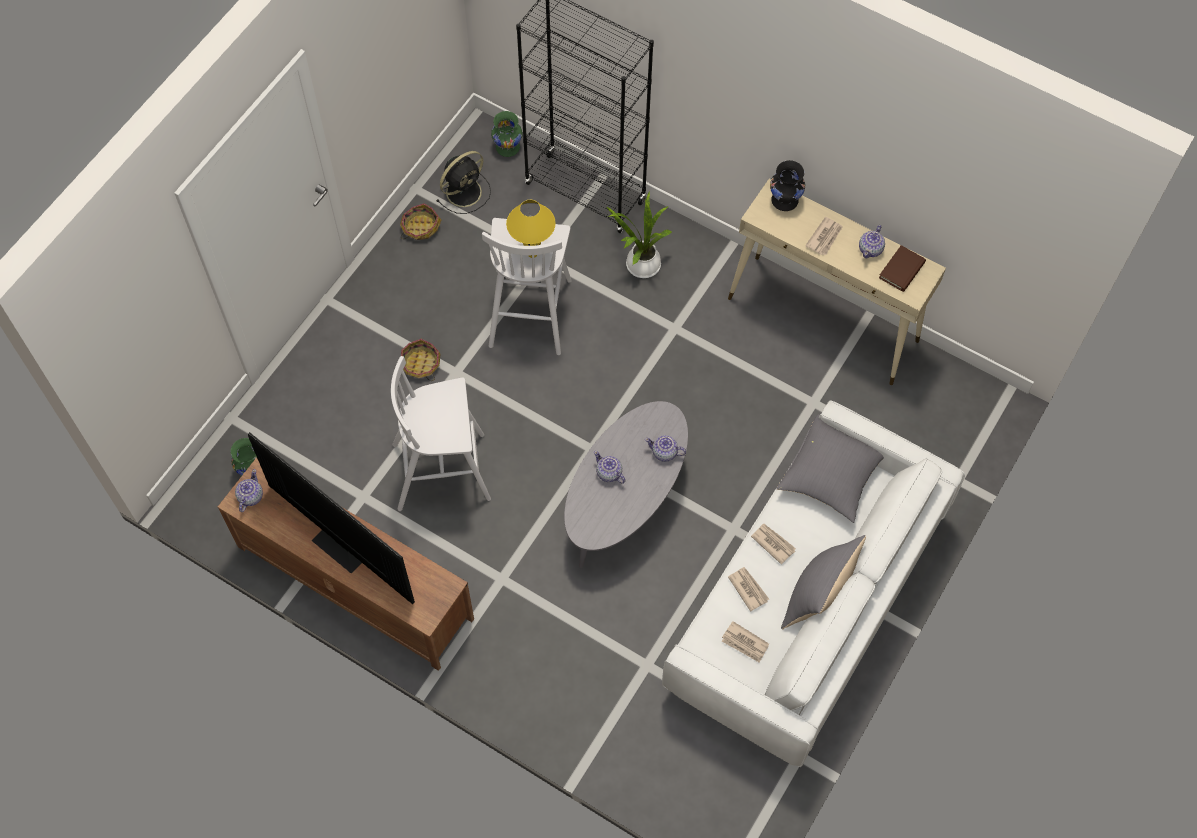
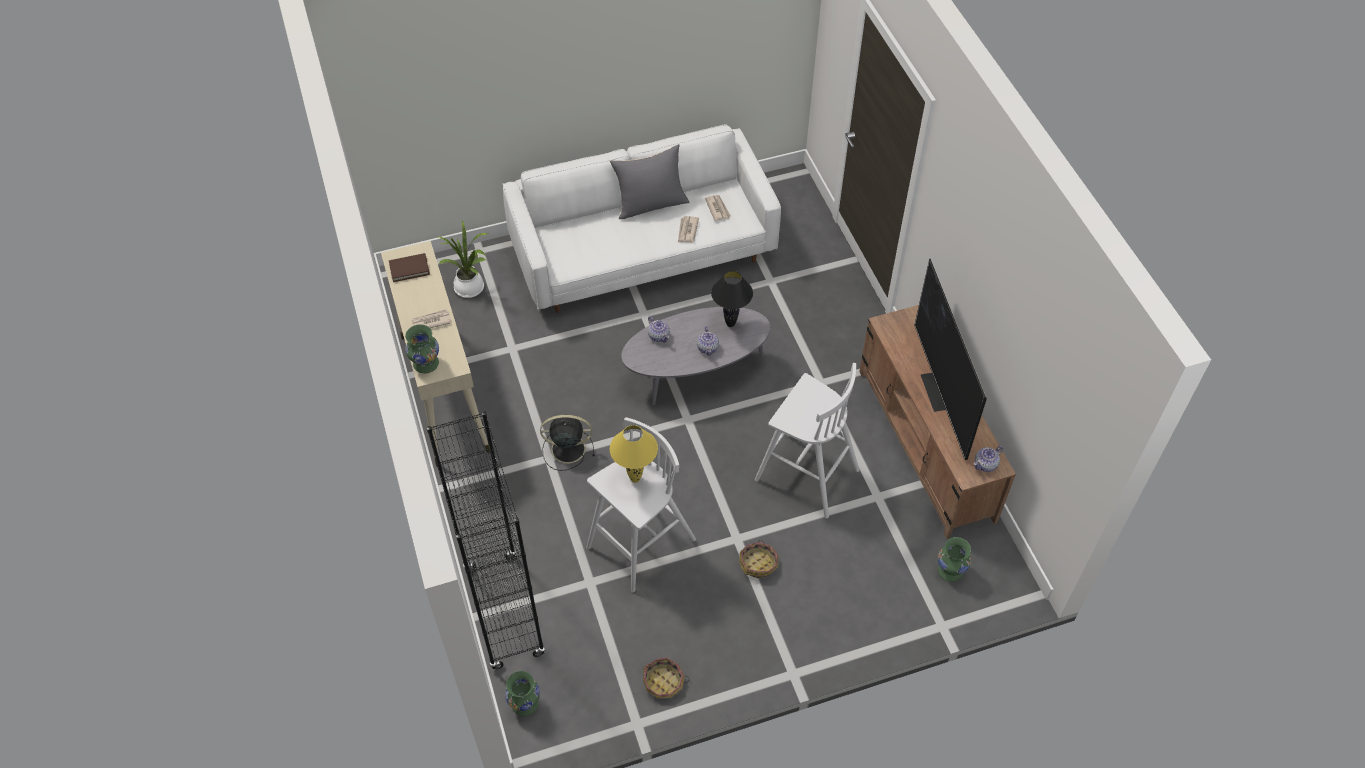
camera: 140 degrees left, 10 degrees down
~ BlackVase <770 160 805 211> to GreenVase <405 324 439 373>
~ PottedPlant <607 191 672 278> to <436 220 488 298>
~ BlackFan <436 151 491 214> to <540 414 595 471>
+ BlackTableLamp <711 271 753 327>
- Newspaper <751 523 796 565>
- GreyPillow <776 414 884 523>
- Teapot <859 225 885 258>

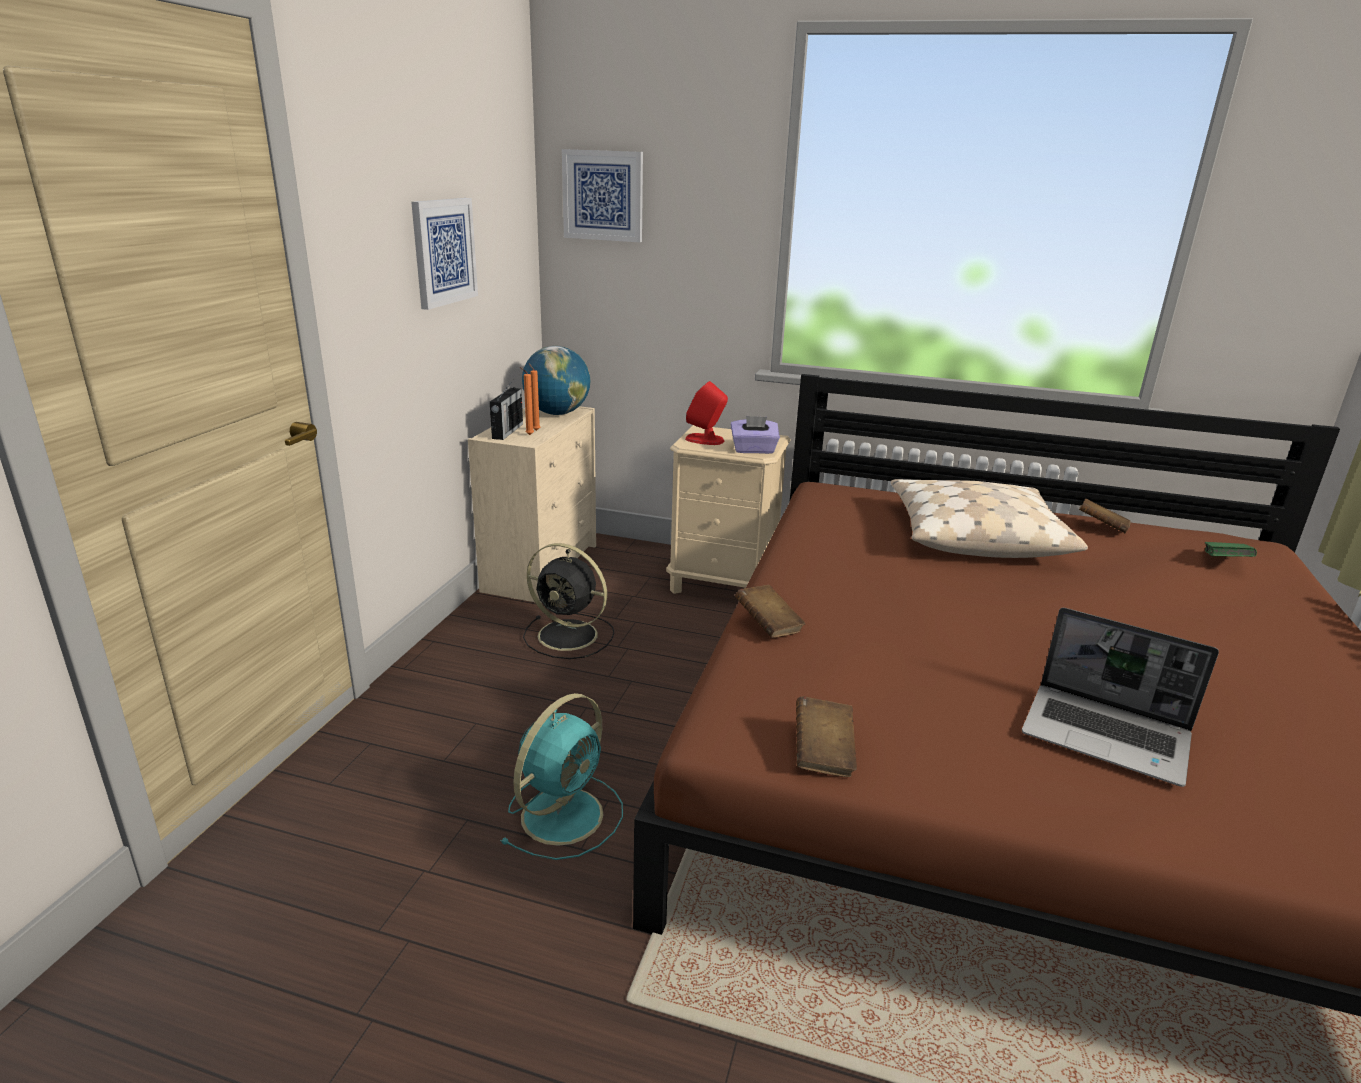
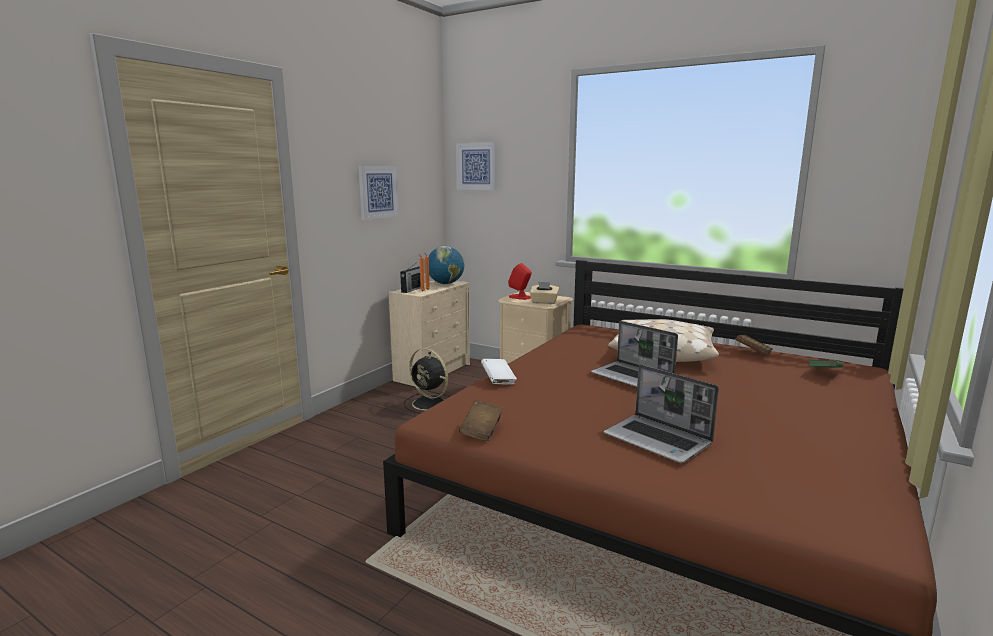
camera: 15 degrees right, 10 degrees down
~ BrownBook <735 585 805 638> to WhiteBook <481 359 517 385>
~ PurpleTissueBox <731 416 780 454> to BeigeTissueBox <530 281 559 304>
+ Laptop <591 321 678 387>
- TurquoiseFan <500 693 623 860>

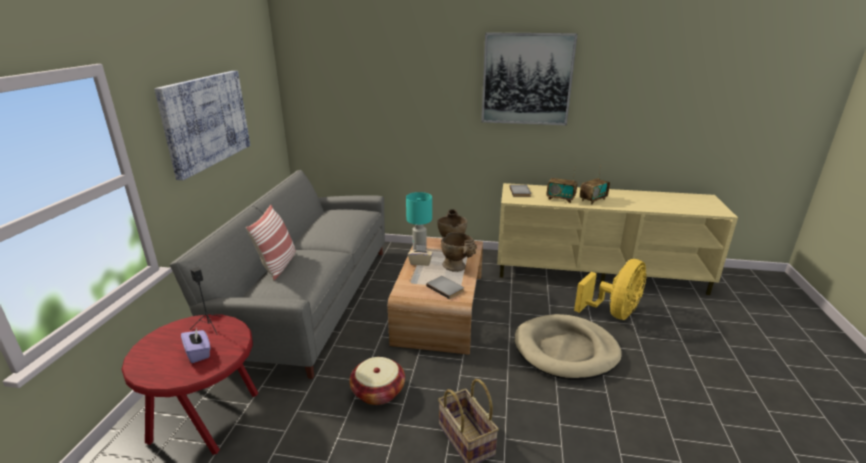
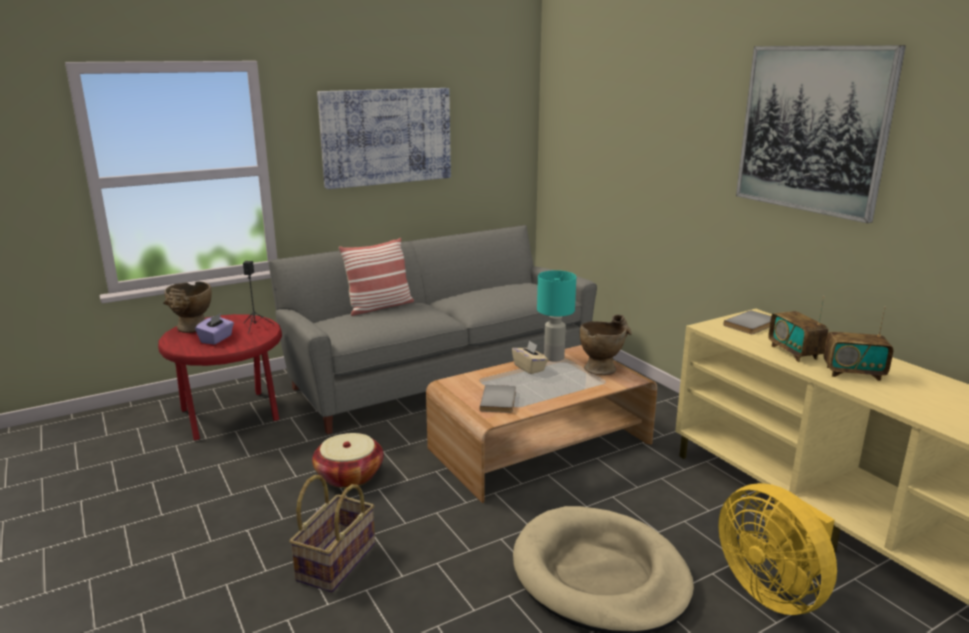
camera: 50 degrees right, 5 degrees down
~ BeigeVase <441 232 477 272> to <163 281 212 333>
~ YellowFan <574 259 647 320> = <719 483 837 615> 60 degrees clockwise

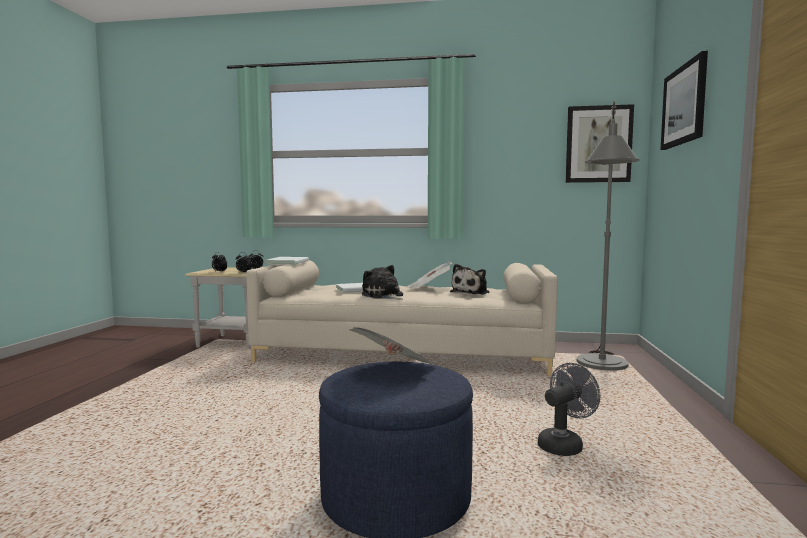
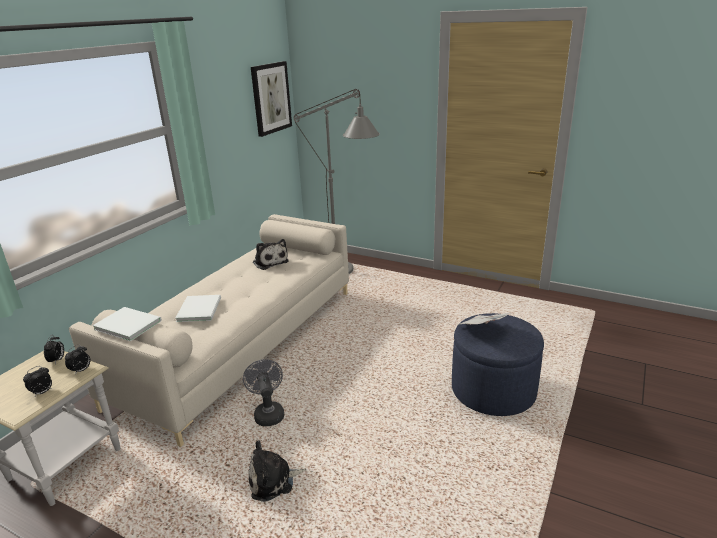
camera: 70 degrees left, 20 degrees up
~ GreyFan <538 363 600 456> to <243 359 284 426>
~ PlushToy <362 265 403 300> to <248 440 306 502>
- Newspaper <407 262 453 288>
- Picture <660 51 708 150>

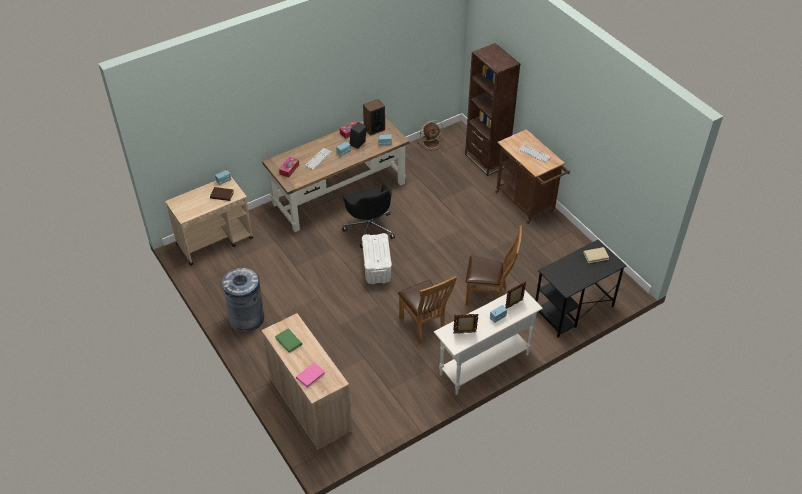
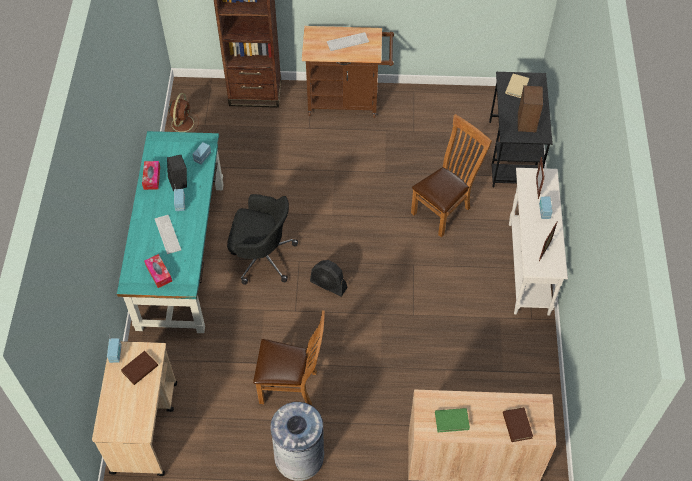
camera: 55 degrees left, 10 degrees up
~ BrownDesk <262 117 409 232> to TurquoiseDesk <117 131 224 333>
~ BrownChair <398 276 457 343> to <253 311 325 405>
~ WhiteStorageBox <362 233 392 284> to BlackFan <310 260 348 297>
~ PinkBook <296 362 326 388> to BrownBook <503 407 533 442>
~ Speaker <363 99 385 136> to <518 85 543 133>

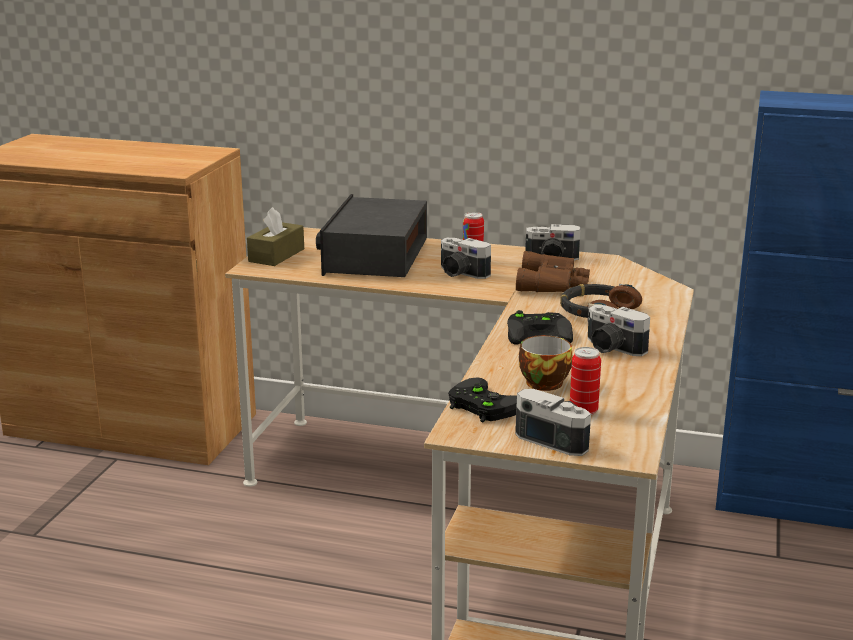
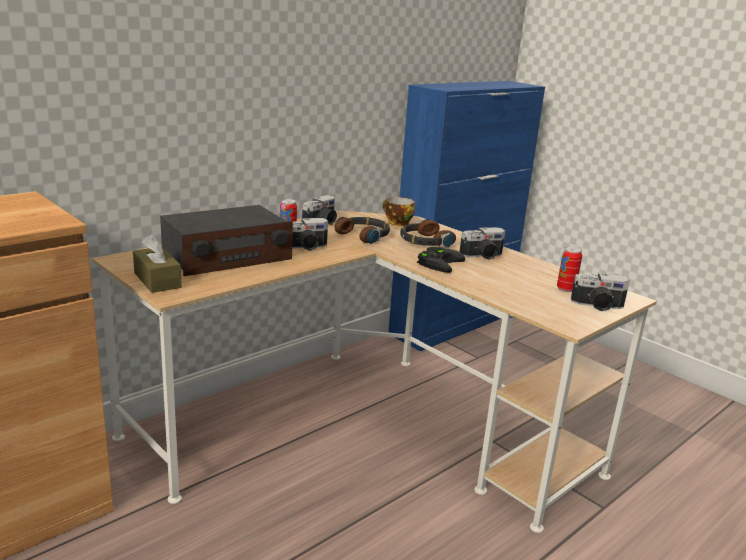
camera: 60 degrees left, 0 degrees up
~ Radio <316 194 427 277> = <160 205 293 276> 75 degrees counterclockwise
~ BrownBinoculars <516 251 590 292> to Headphones <334 217 390 244>
~ Cup <519 335 573 391> to <383 197 415 226>
~ PhotoCamera <515 389 591 456> = <571 273 630 311> 150 degrees counterclockwise
- BlackGameController <448 378 517 423>

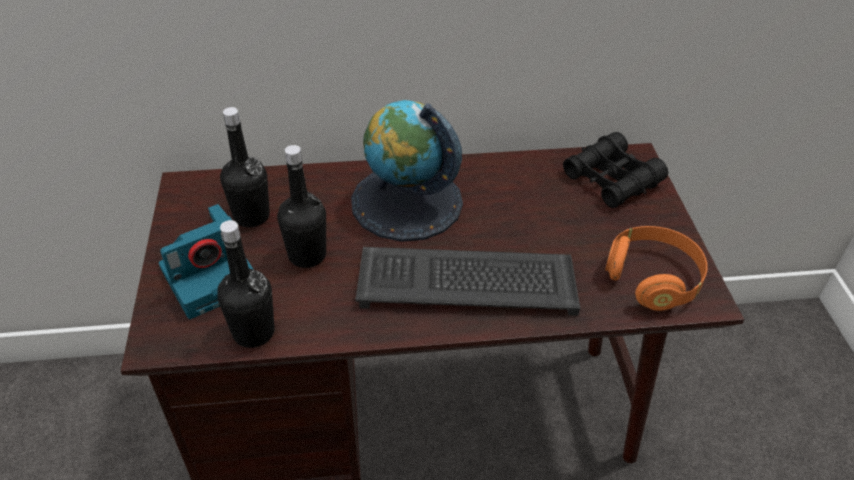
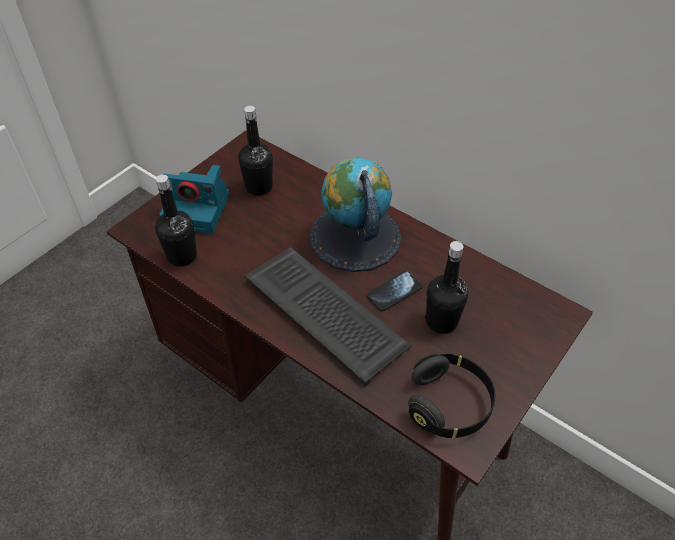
camera: 45 degrees right, 5 degrees up
+ Phone <367 270 423 311>
~ OrangeHeadphones <605 226 708 311> to BlackHeadphones <408 354 496 438>
~ BlackBottle <277 145 326 268> to <425 241 468 334>
- BlackBinoculars <563 132 668 208>

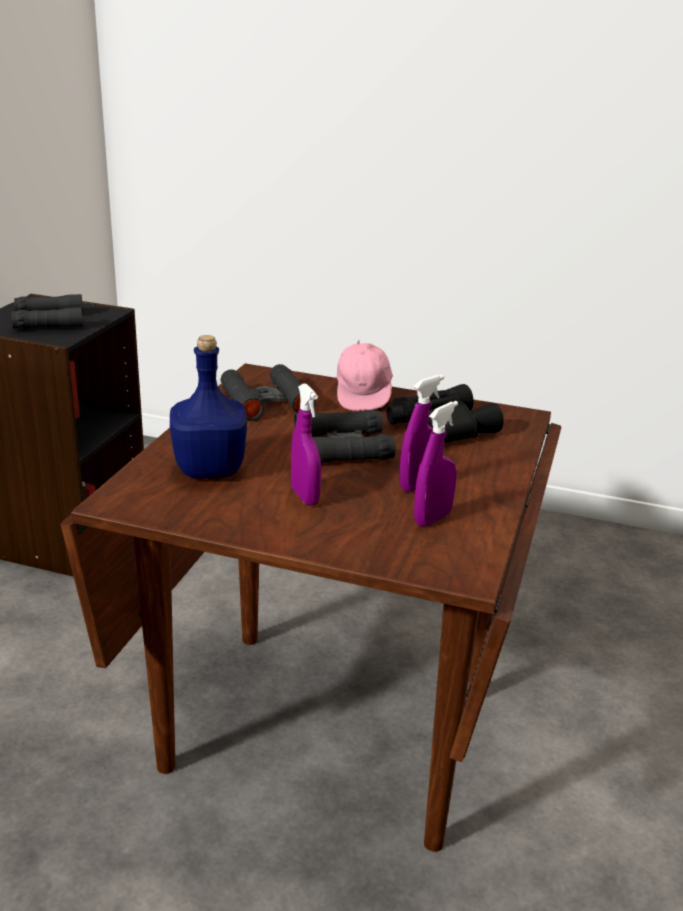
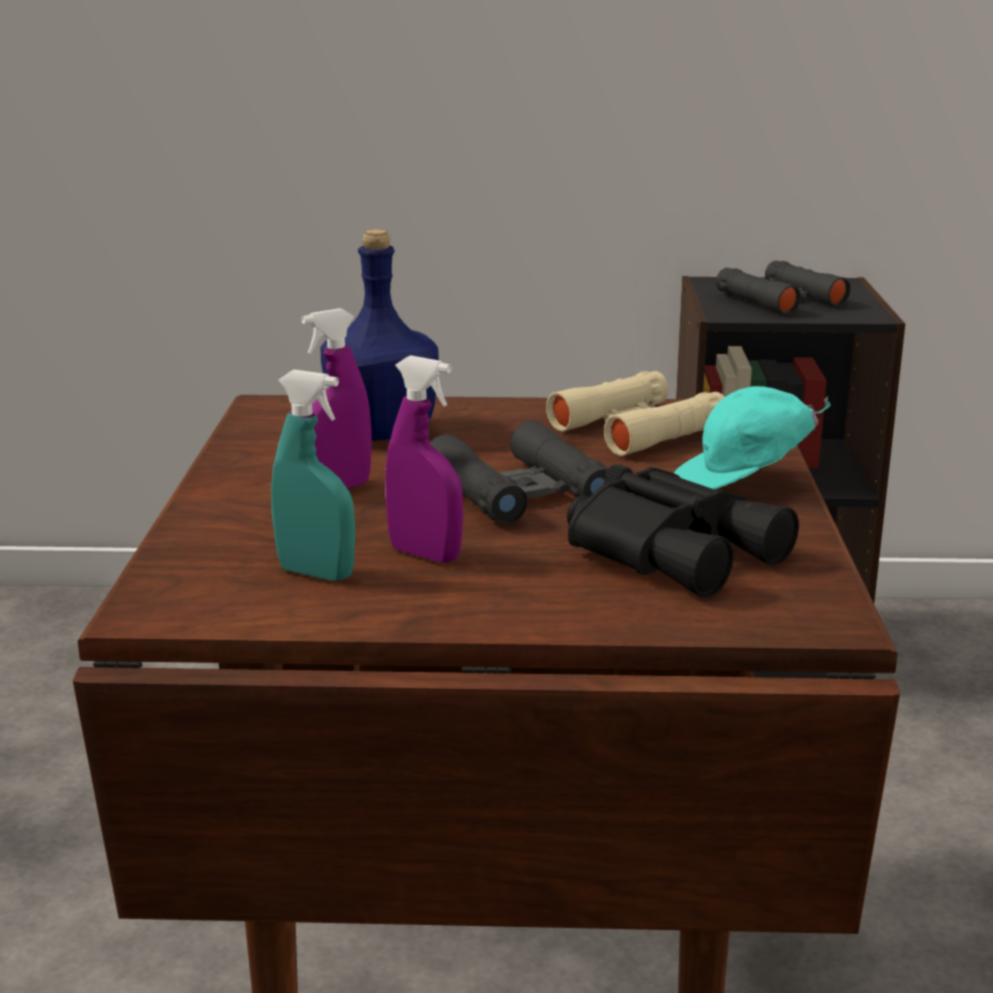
camera: 75 degrees right, 5 degrees down
~ PurpleSprayBottle <414 401 458 527> to TurquoiseSprayBottle <271 370 355 581>
~ BlackBinoculars <221 364 316 421> to BeigeBinoculars <546 371 724 456>
~ PinkCap <337 340 393 411> to TurquoiseCap <674 386 831 490>

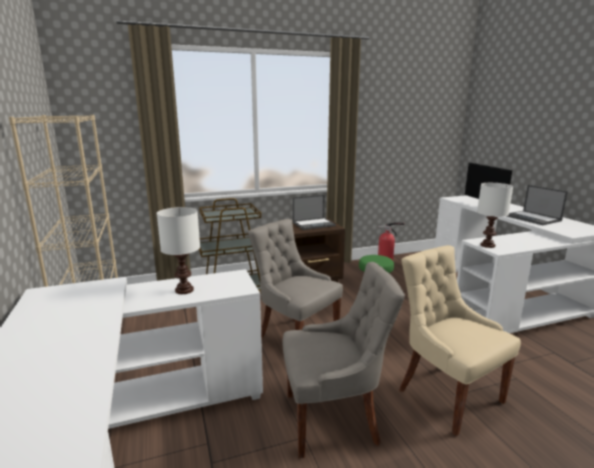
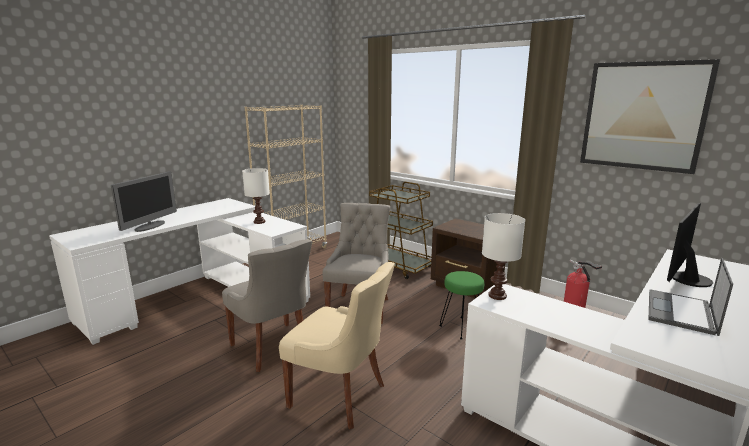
camera: 60 degrees right, 0 degrees up
+ Monitor <111 172 177 232>
~ BeigeChair <399 245 521 436> = <279 262 395 429> 90 degrees clockwise
+ Picture <580 59 720 174>
- Laptop <293 195 336 230>

